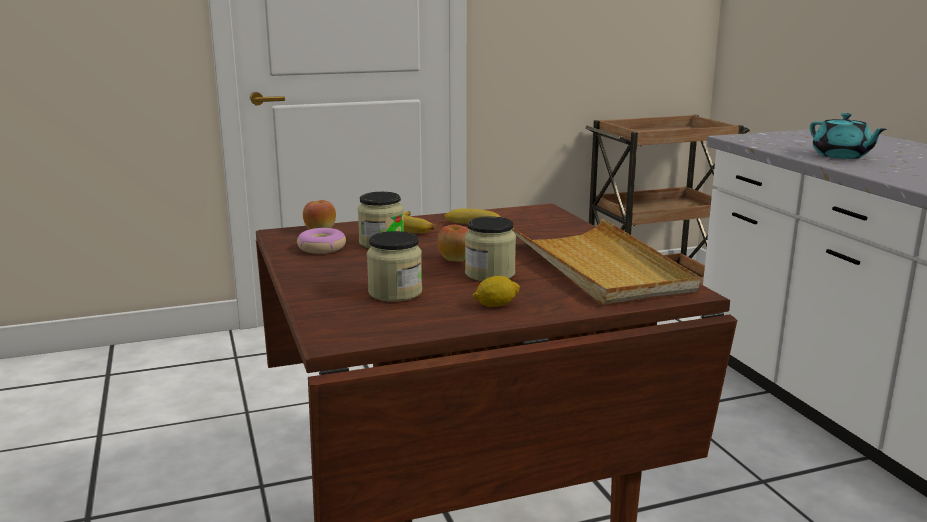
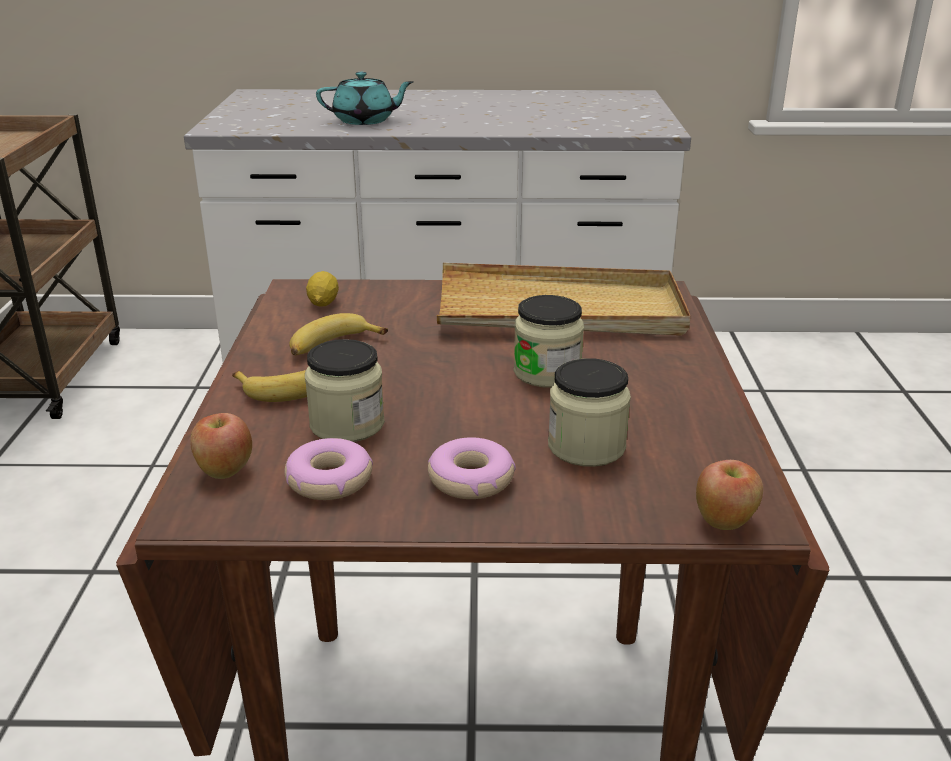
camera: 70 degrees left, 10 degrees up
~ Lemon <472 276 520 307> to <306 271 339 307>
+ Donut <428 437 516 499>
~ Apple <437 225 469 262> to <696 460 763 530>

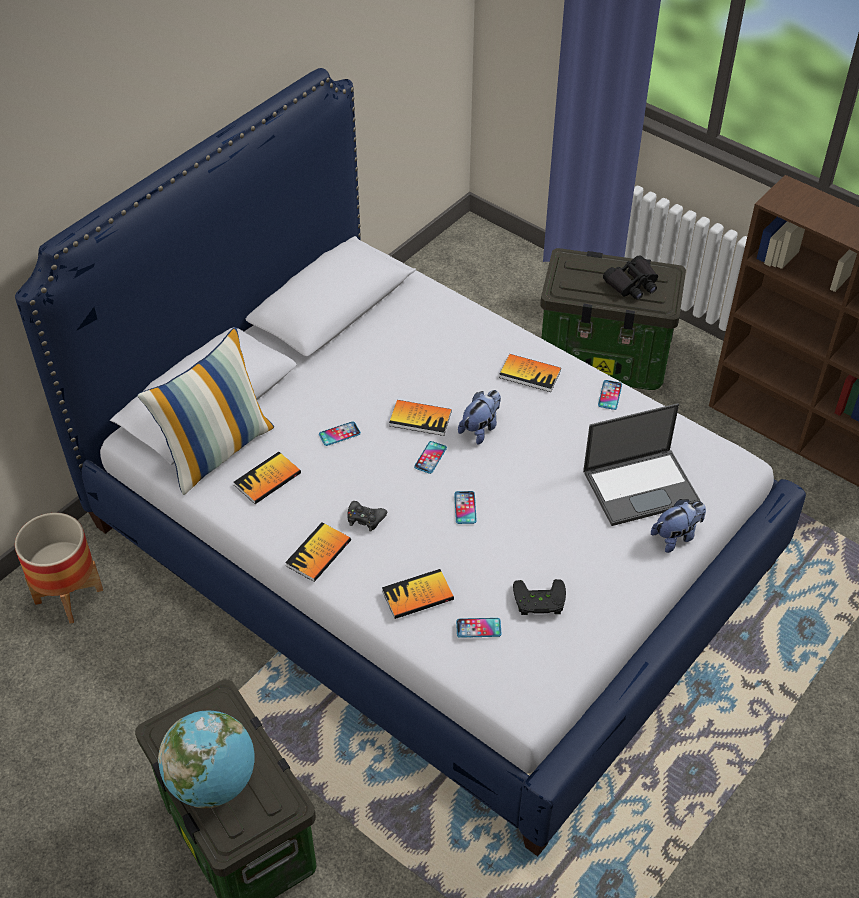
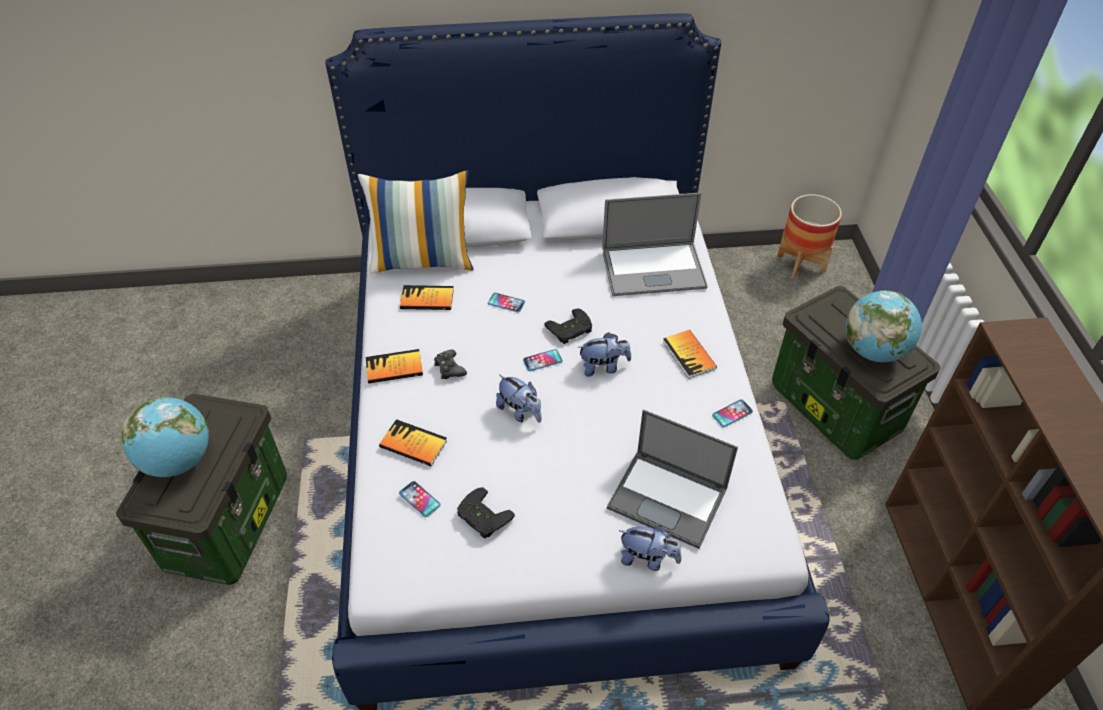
camera: 45 degrees right, 0 degrees up
~ Phone <454 491 477 524> to PlushToy <496 375 542 423>
~ Book <389 400 452 436> to BlackGameController <544 308 592 344>
+ Laptop <602 193 708 296>
~ Planter <15 513 103 624> to <777 194 842 279>
~ BlackBinoculars <603 255 658 300> to Globe <846 290 922 362>

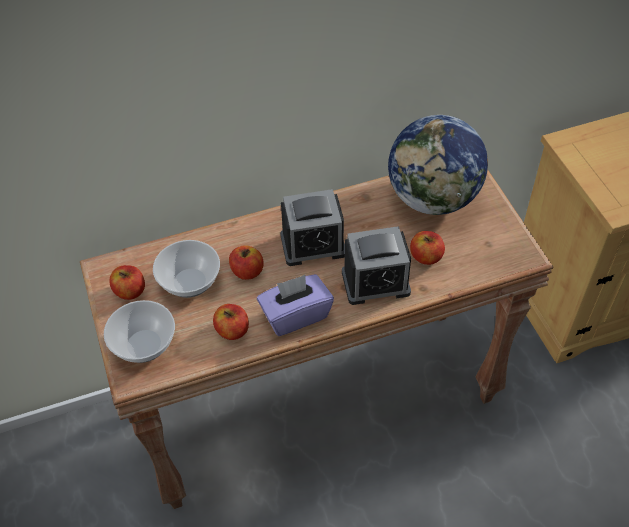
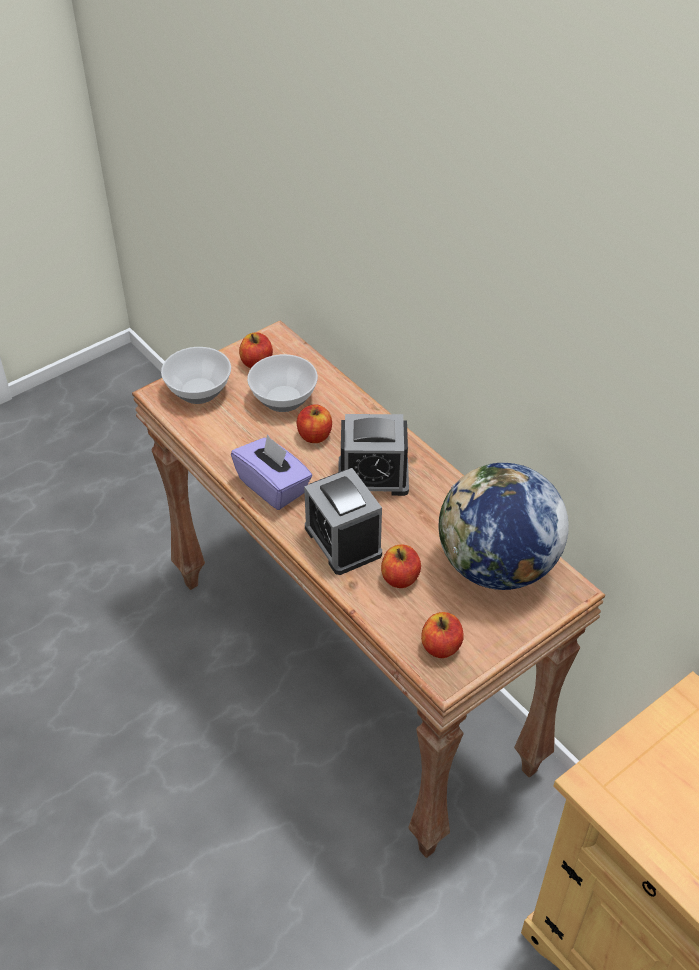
camera: 70 degrees right, 5 degrees down
~ AlarmClock <280 189 345 266> = <338 414 409 496> 60 degrees counterclockwise
~ Apple <213 304 249 340> to <421 612 464 658>

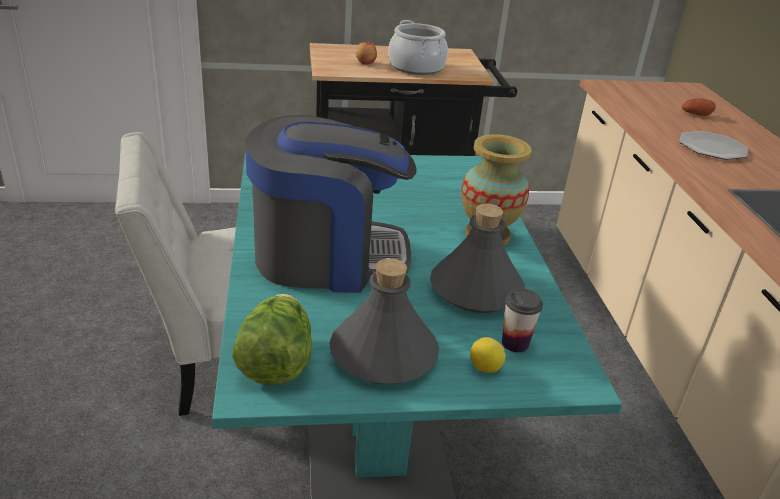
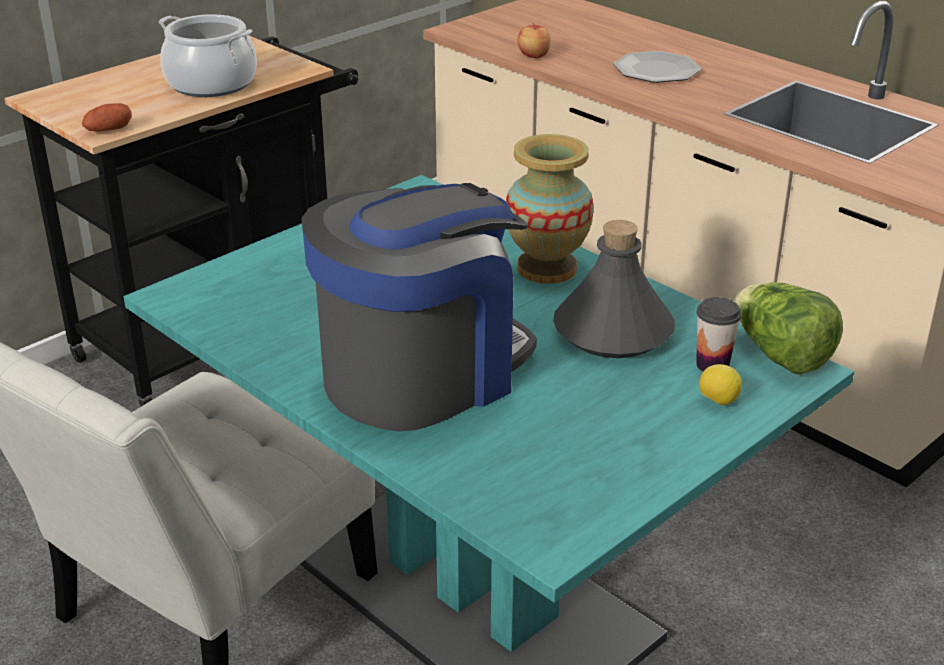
camera: 35 degrees left, 0 degrees up
~ Potato <682 98 716 116> to <82 103 132 131>
~ Apple <356 40 377 65> to <517 23 551 58>
~ Lettuce <232 294 312 385> to <734 282 843 374>
- GreyBottle <329 258 439 384>

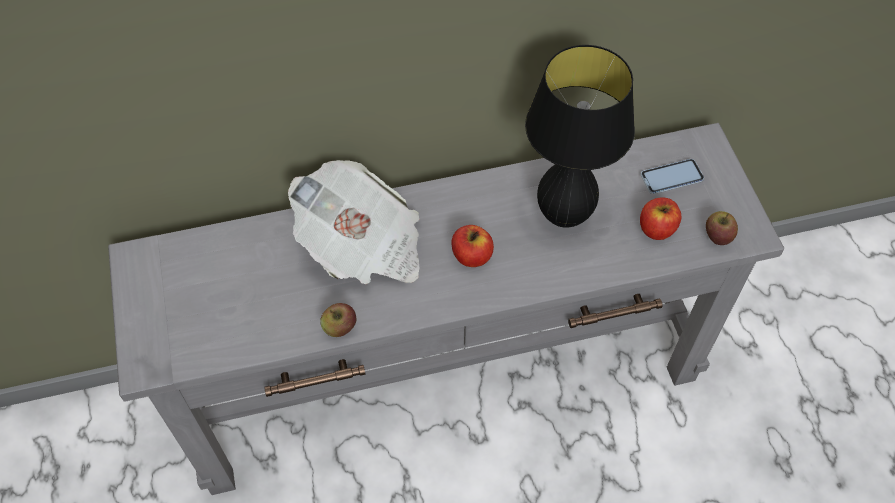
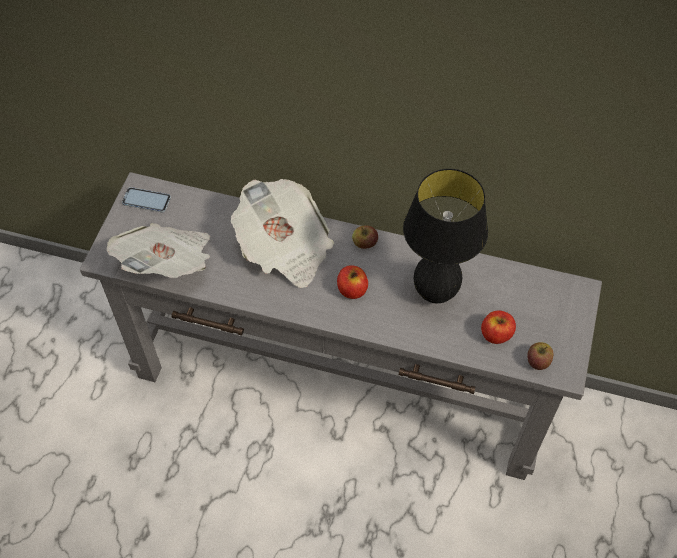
camera: 30 degrees right, 0 degrees up
+ Newspaper <107 223 210 278>
~ Phone <641 159 704 194> to <122 187 171 212>
~ Apple <320 303 356 337> to <352 225 378 249>

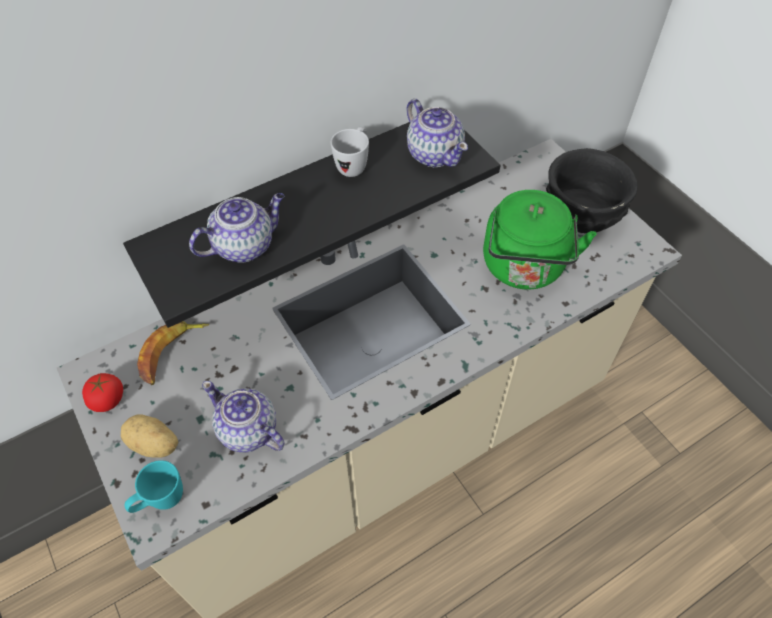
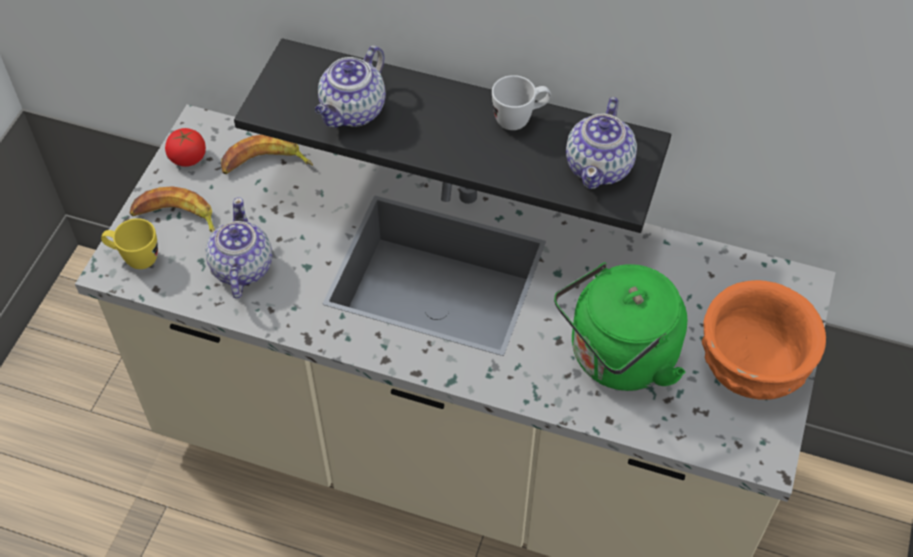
camera: 50 degrees right, 0 degrees up
~ TurquoiseMug <124 460 183 513> to YellowMug <101 218 158 269>
~ Potato <121 415 178 458> to Banana <130 186 215 232>
~ Teapot <189 193 284 263> = <315 46 386 128> 105 degrees clockwise
~ BlackBowl <546 148 638 233> to OrangeBowl <702 280 826 400>

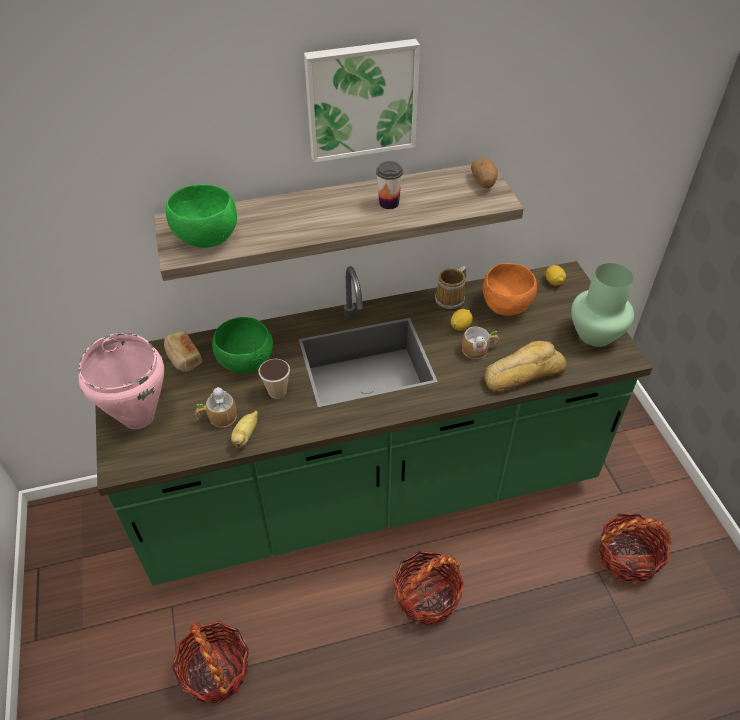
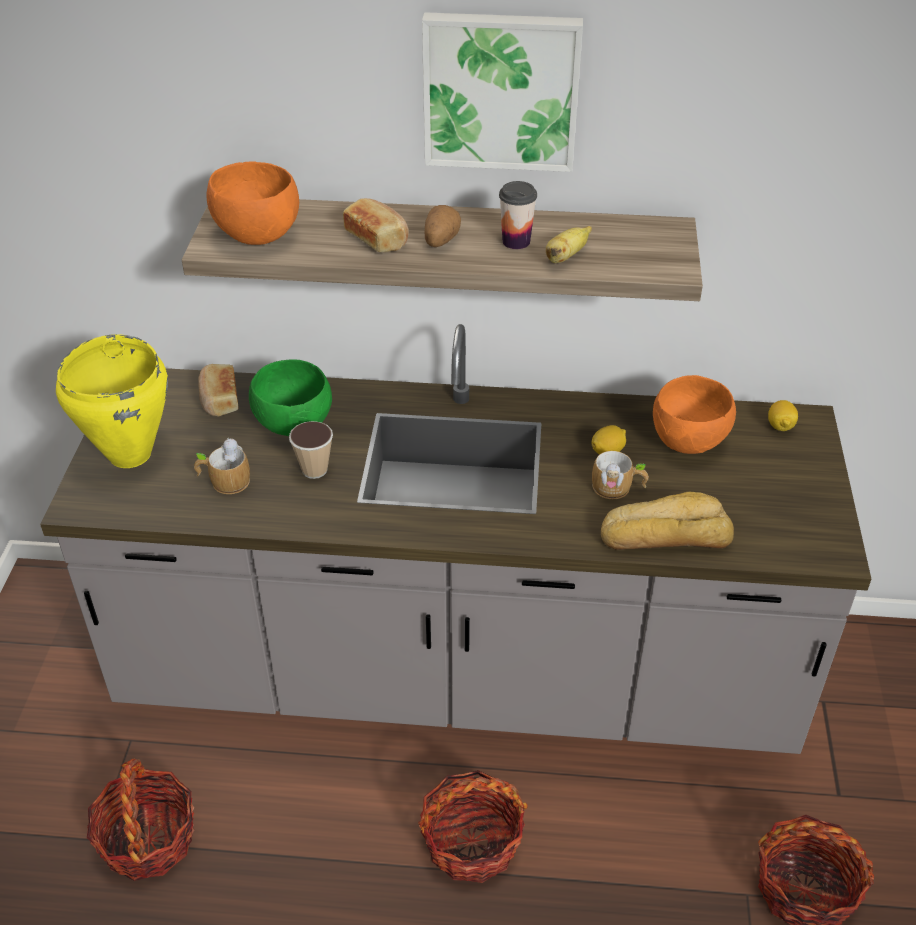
camera: 20 degrees right, 5 degrees down
~ GreenCounter <95 261 652 586> to GreyCounter <40 324 871 754>
~ PinkCookingPot <79 333 164 429> to YellowCookingPot <56 334 168 468>
~ GreenBowl <166 184 237 248> to OrangeBowl <207 162 299 245>
+ Bread <343 198 409 252>
~ Potato <471 158 498 188> to <425 205 461 247>
~ Banana <231 411 258 448> to <546 226 592 263>
- Mug <435 266 466 311>
- GreenVase <571 263 634 347>

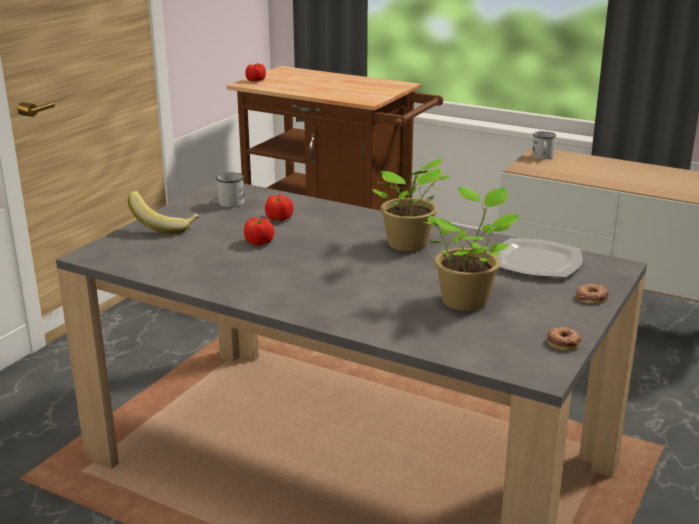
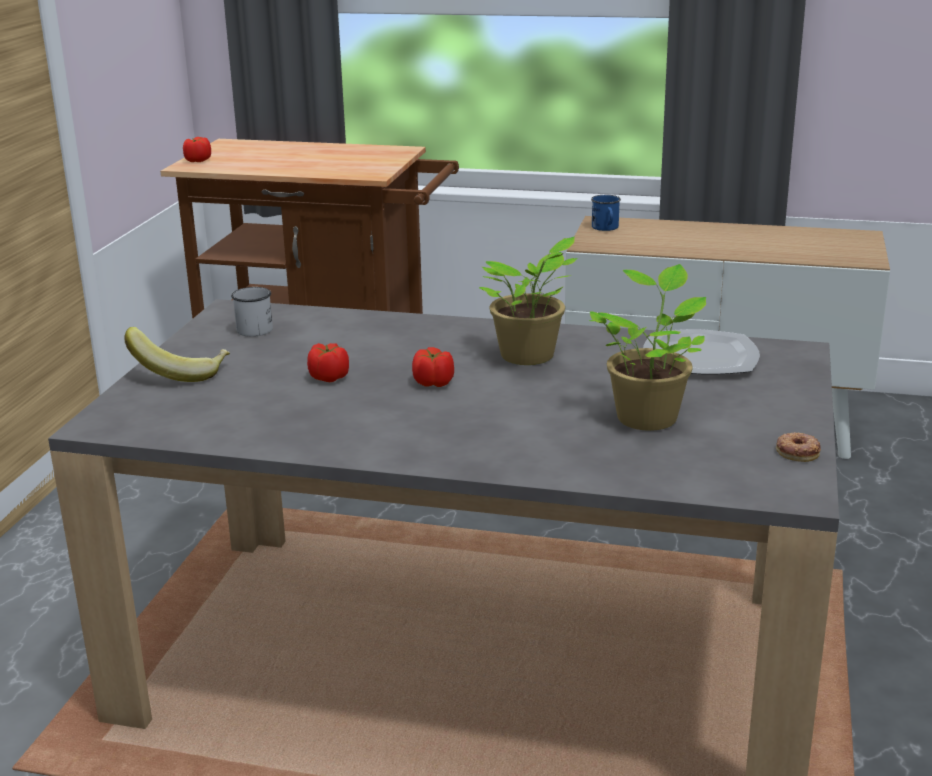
camera: 15 degrees left, 0 degrees up
~ Tomato <265 194 293 221> to <412 347 454 387>
~ WhiteMug <532 131 556 159> to BlueMug <591 195 621 231>
- Donut <576 283 609 304>

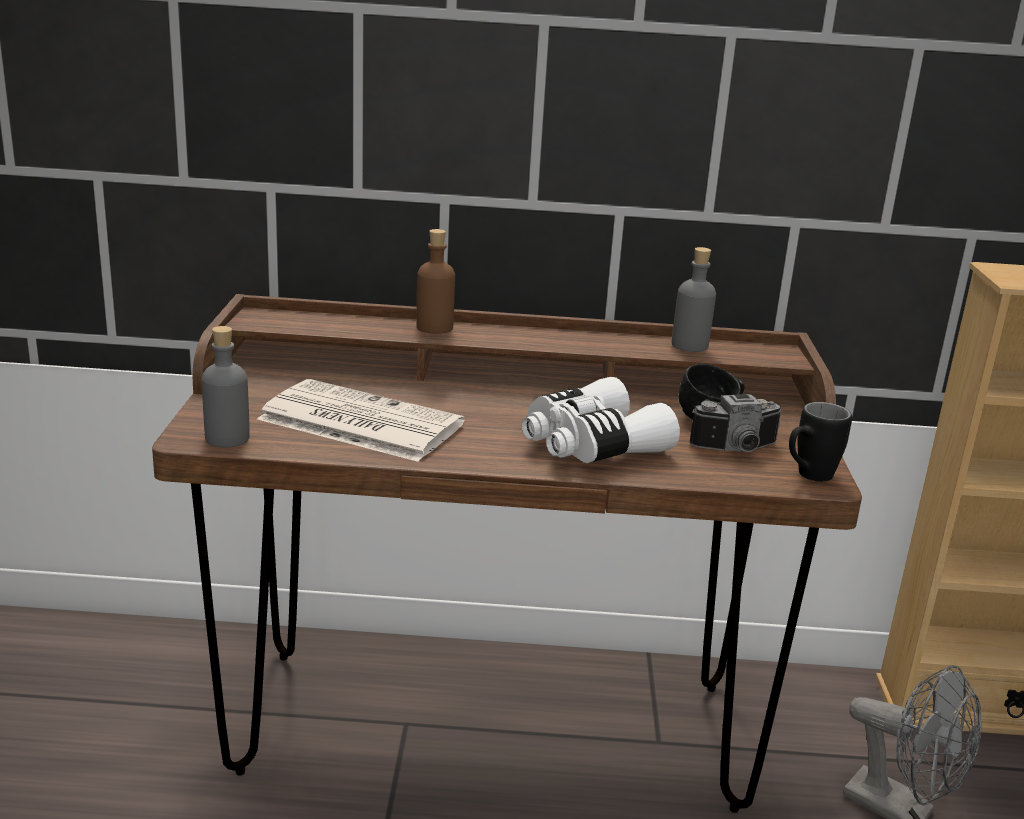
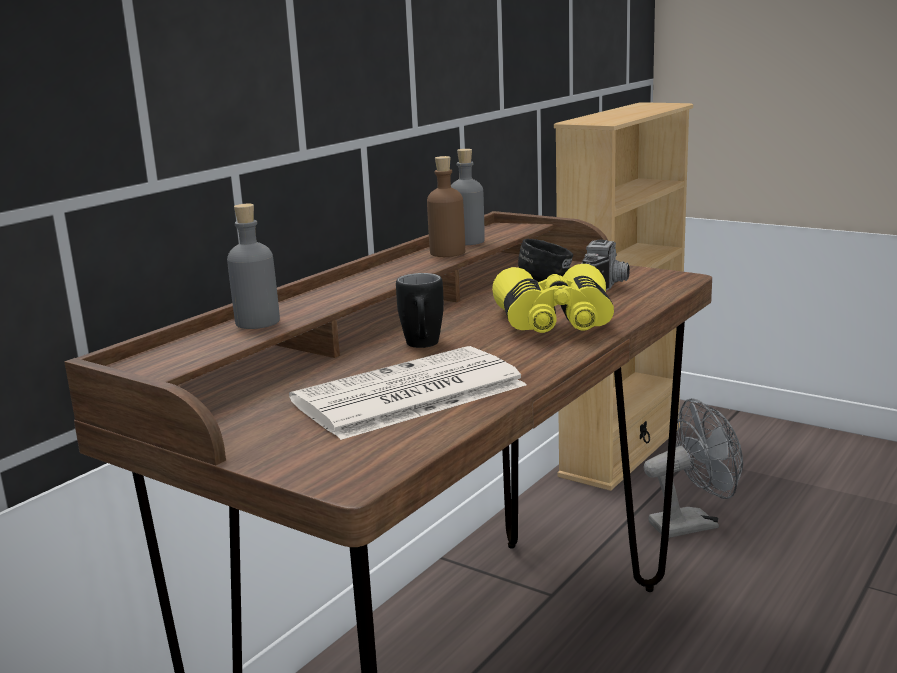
camera: 55 degrees left, 5 degrees down
~ GreyBottle <202 326 250 448> to <227 204 280 329>
~ BlackMug <789 402 852 482> to <396 273 444 348>
~ BrownBottle <416 229 455 334> to <427 156 465 257>
~ WhiteBinoculars <521 377 680 463> to YellowBinoculars <492 264 614 333>

